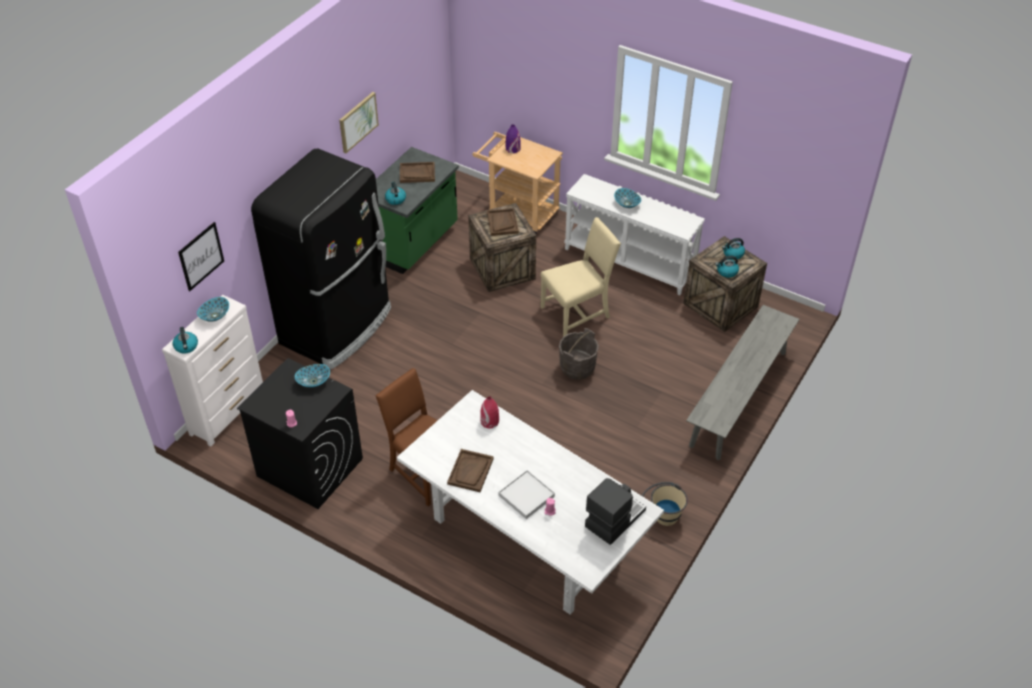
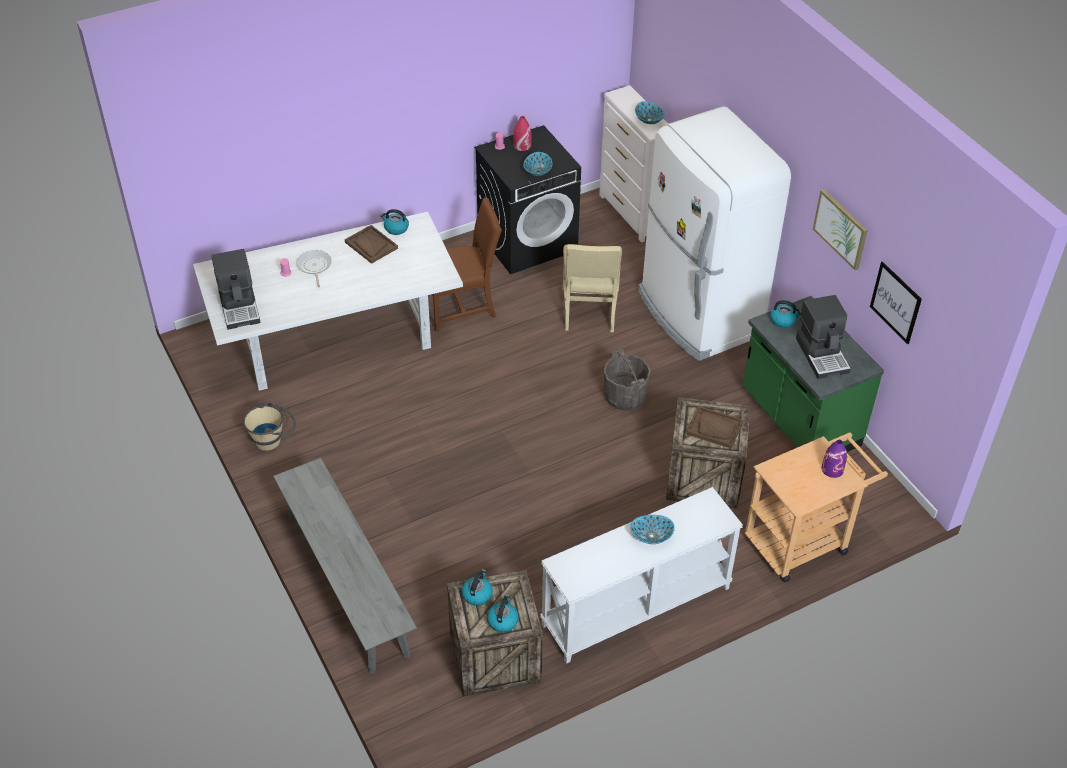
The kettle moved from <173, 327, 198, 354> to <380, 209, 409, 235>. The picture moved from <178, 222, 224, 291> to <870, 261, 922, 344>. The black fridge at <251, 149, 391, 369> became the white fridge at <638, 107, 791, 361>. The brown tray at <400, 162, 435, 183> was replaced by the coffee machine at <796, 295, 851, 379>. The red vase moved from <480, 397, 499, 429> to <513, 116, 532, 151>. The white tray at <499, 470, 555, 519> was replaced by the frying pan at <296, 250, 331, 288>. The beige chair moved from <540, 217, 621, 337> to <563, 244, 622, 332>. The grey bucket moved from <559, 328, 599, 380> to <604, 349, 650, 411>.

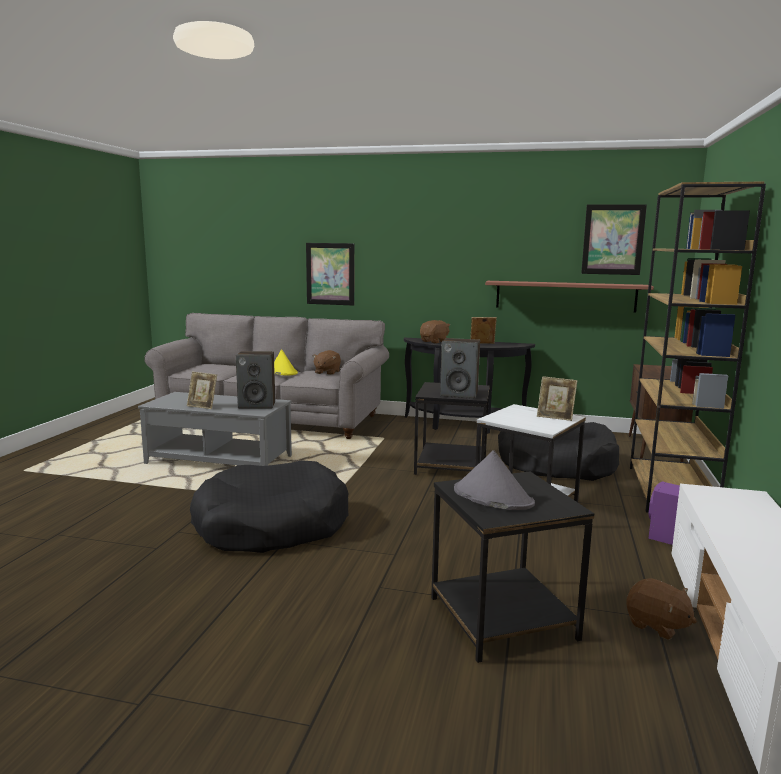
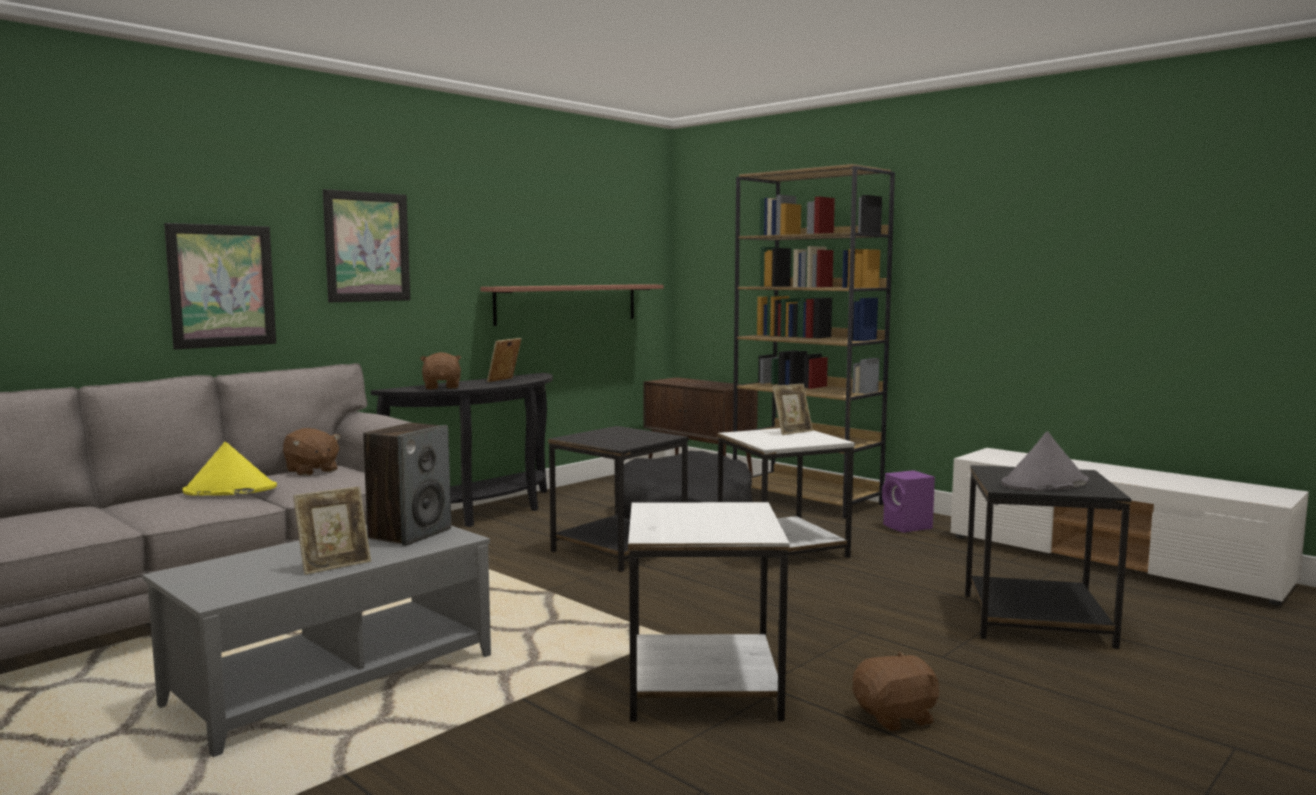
The black dog bed at <190, 460, 349, 553> was replaced by the white side table at <628, 502, 790, 721>. The speaker at <440, 338, 480, 399> disappeared. The picture moved from <581, 204, 647, 275> to <323, 189, 410, 302>. The brown plush toy moved from <626, 578, 697, 640> to <853, 651, 939, 731>.

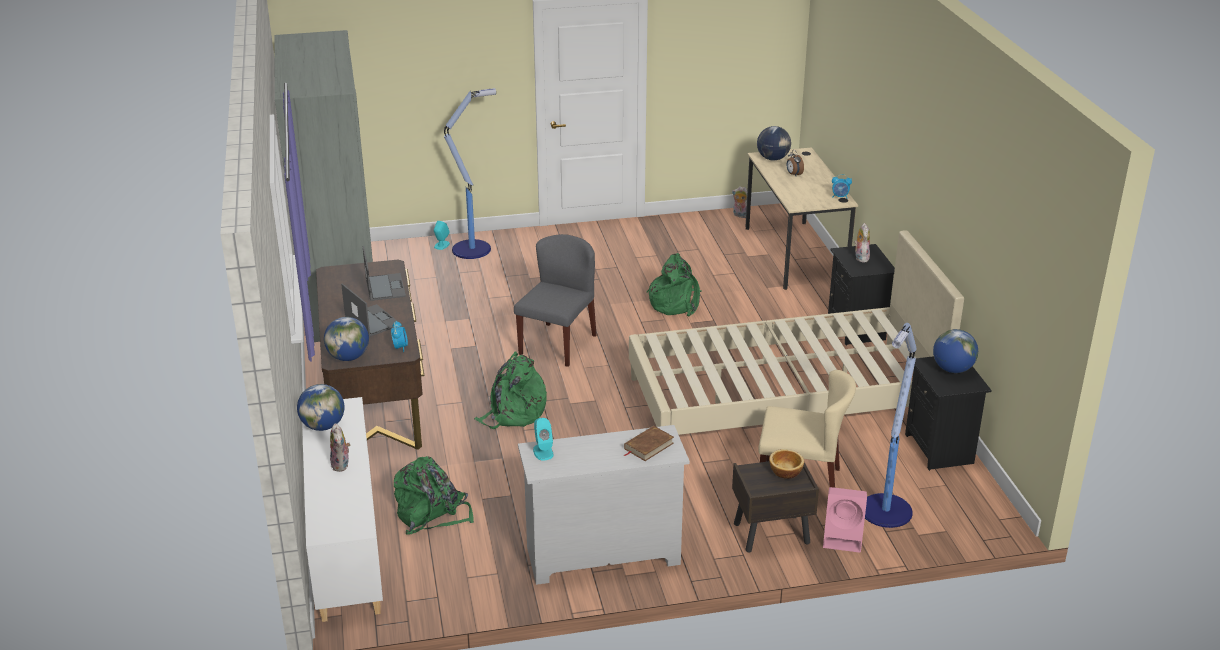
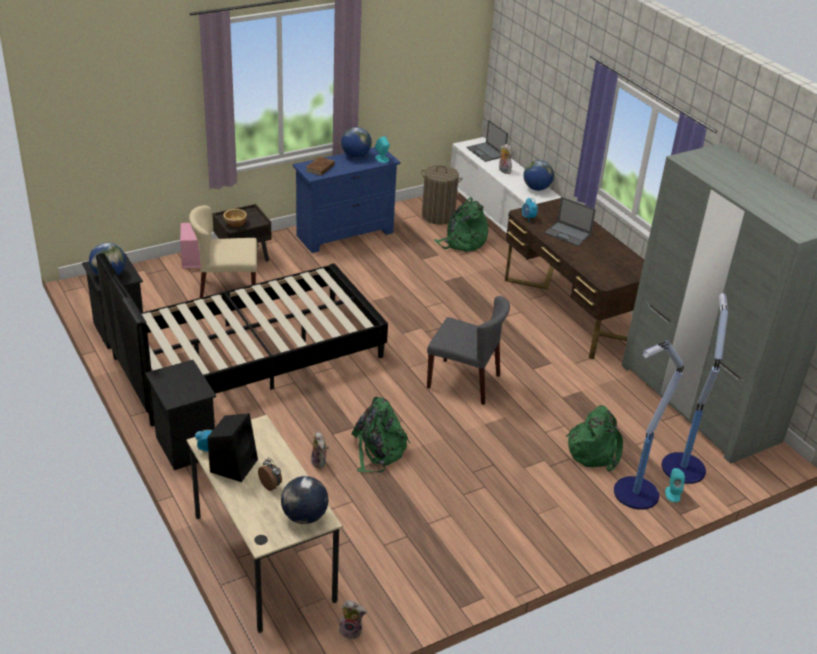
The globe moved from <324, 317, 369, 361> to <341, 127, 372, 158>. The laptop moved from <363, 246, 406, 301> to <466, 120, 508, 162>. The green backpack moved from <474, 351, 547, 429> to <566, 405, 623, 472>. The grey chair at <514, 234, 597, 367> turned 75 degrees counterclockwise. The white dresser at <518, 425, 690, 585> became the blue dresser at <293, 147, 400, 253>. The beige bed at <629, 230, 964, 435> became the black bed at <96, 253, 388, 426>. The plush toy moved from <854, 223, 870, 263> to <311, 431, 329, 469>. The floor lamp moved from <865, 323, 917, 528> to <661, 293, 728, 484>. The black speaker at <207, 413, 258, 482> appeared. The laundry basket at <421, 165, 463, 225> appeared.

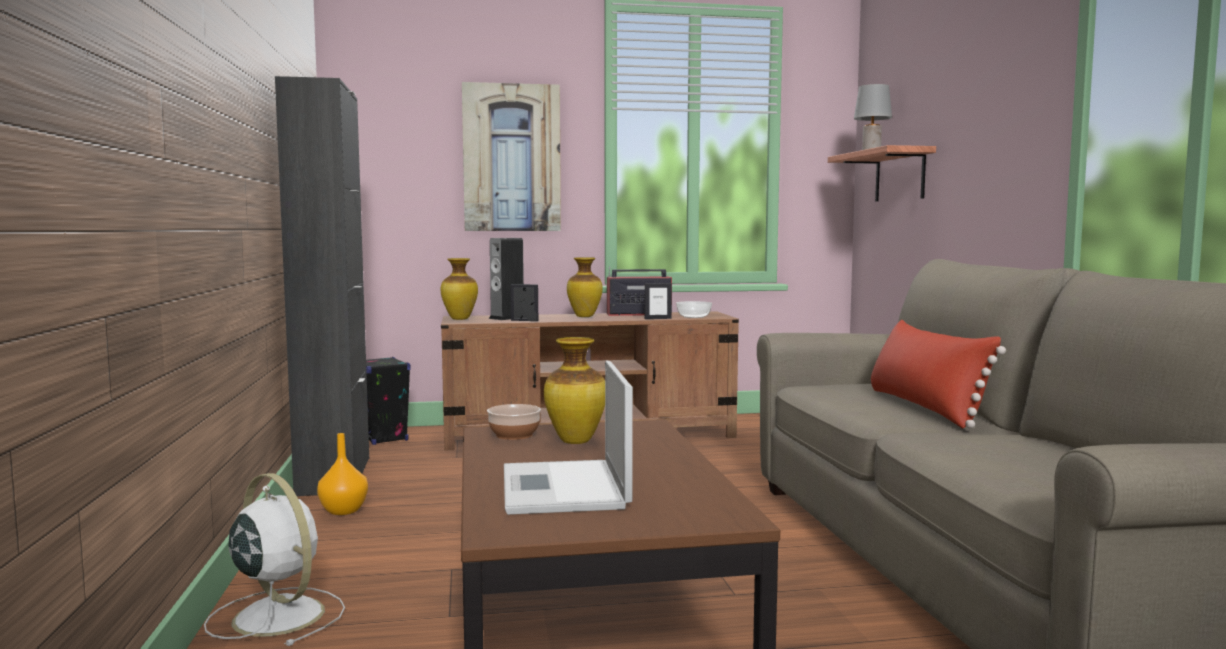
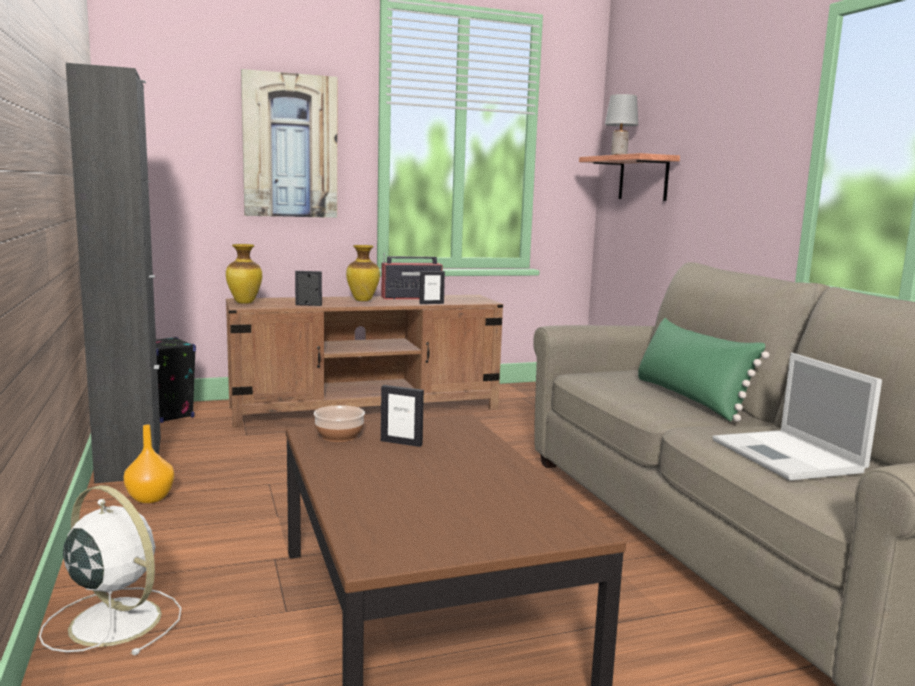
The speaker at <489, 238, 524, 320> disappeared. The laptop moved from <504, 360, 633, 515> to <713, 353, 882, 481>. The vase at <544, 337, 605, 444> was replaced by the picture frame at <381, 385, 424, 447>. The bowl at <676, 301, 712, 318> disappeared. The red pillow at <871, 320, 1006, 428> became the green pillow at <638, 318, 770, 422>.

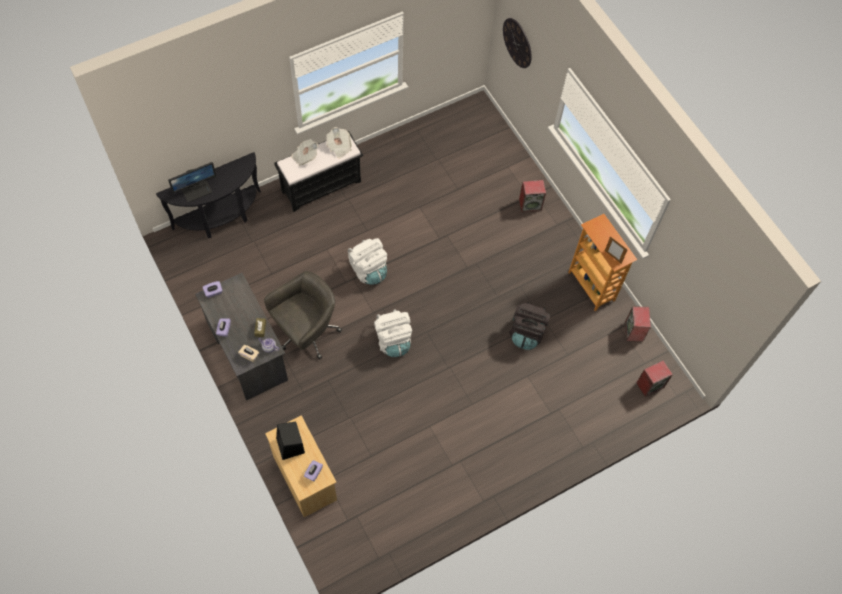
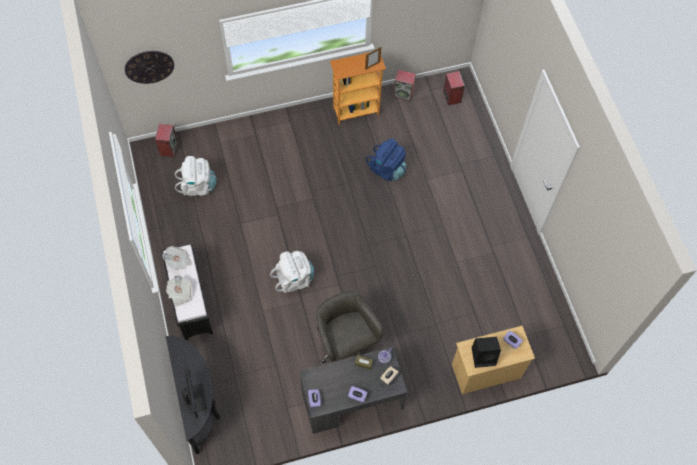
The white backpack moved from <374, 309, 412, 357> to <175, 156, 217, 196>. The black backpack at <509, 302, 551, 350> became the blue backpack at <366, 139, 406, 181>. The speaker moved from <519, 180, 546, 213> to <155, 124, 178, 157>.

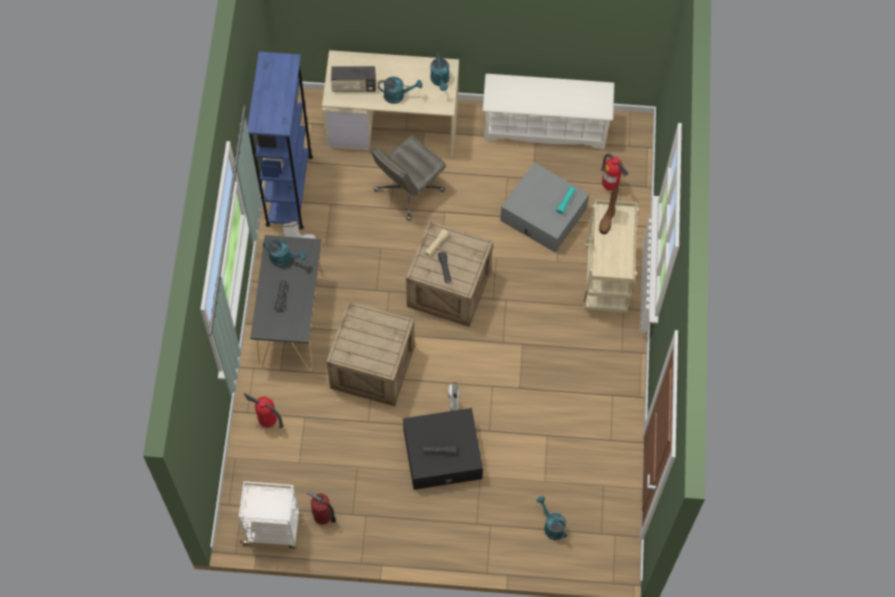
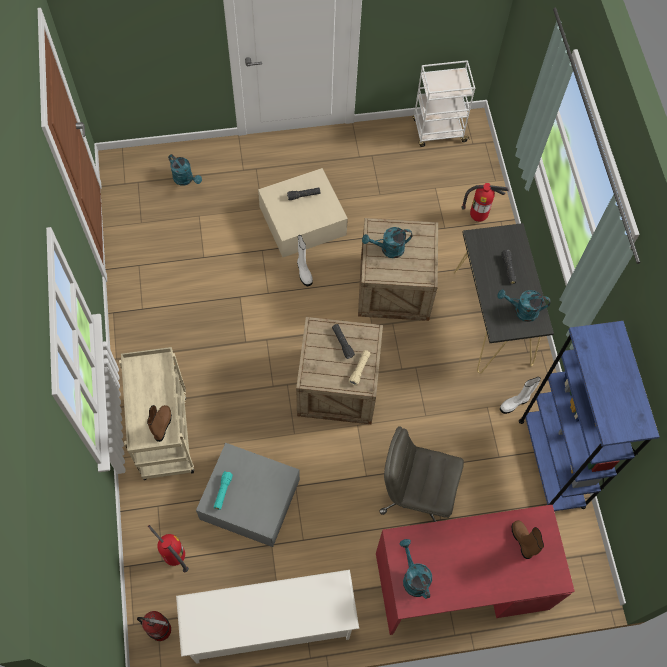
The fire extinguisher moved from <307, 491, 336, 524> to <137, 611, 171, 641>. The beige desk at <322, 50, 459, 156> became the red desk at <376, 505, 575, 635>. The radio at <331, 66, 376, 92> was replaced by the brown boot at <512, 520, 544, 559>. The grey office chair at <371, 135, 446, 221> turned 105 degrees counterclockwise. The turquoise watering can moved from <378, 77, 423, 104> to <362, 227, 412, 258>. The black storage box at <403, 408, 483, 490> became the beige storage box at <258, 168, 348, 257>.

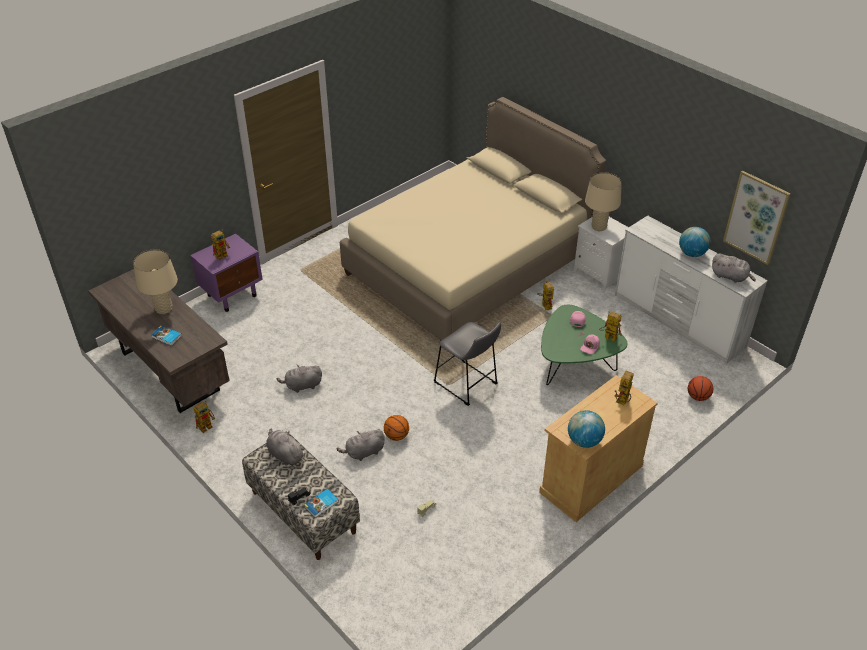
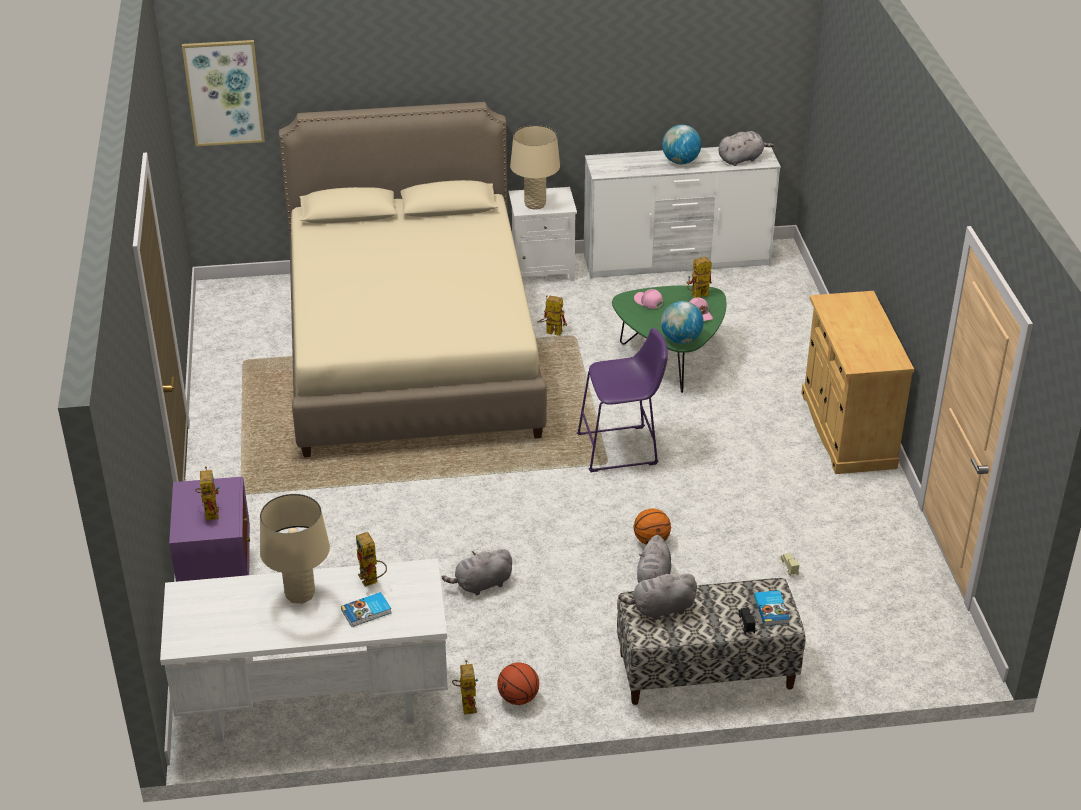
The brown desk at <88, 269, 230, 413> became the white desk at <160, 559, 448, 742>. The grey plush toy at <276, 365, 322, 393> turned 45 degrees clockwise. The grey stool at <434, 322, 501, 406> became the purple stool at <577, 328, 668, 472>. The globe moved from <568, 410, 605, 448> to <661, 301, 704, 344>. The toy robot moved from <615, 371, 634, 405> to <356, 532, 387, 587>. The basketball moved from <688, 376, 713, 401> to <497, 663, 539, 705>. The picture moved from <723, 171, 791, 265> to <182, 40, 265, 146>.

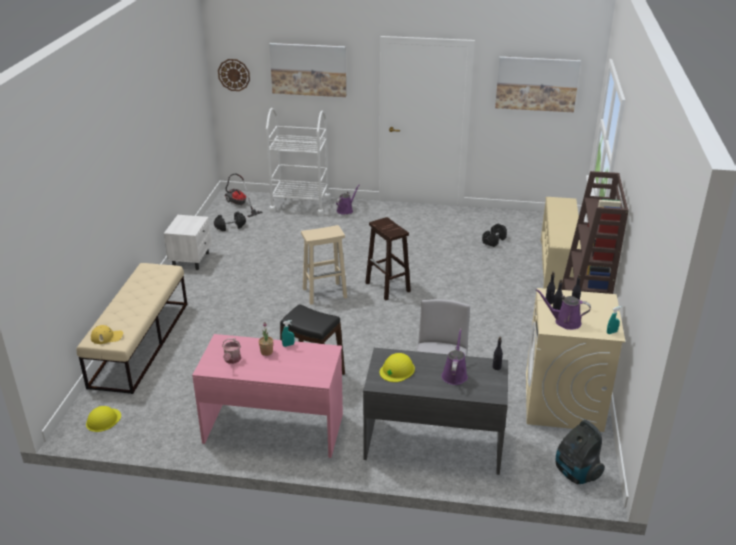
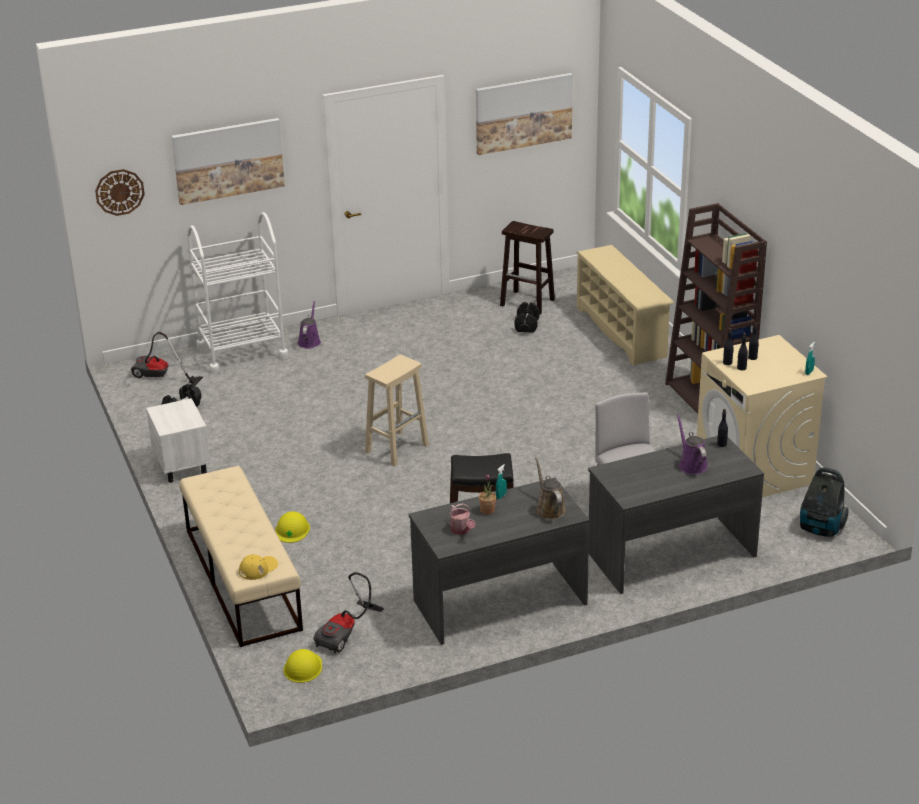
The pink desk at <192, 334, 343, 458> became the grey desk at <409, 478, 590, 645>. The brown stool moved from <365, 217, 411, 300> to <500, 221, 555, 315>. The yellow hard hat moved from <380, 353, 415, 382> to <275, 511, 310, 543>. The purple watering can at <536, 289, 591, 330> disappeared. The vacuum cleaner at <313, 572, 384, 654> appeared. The brown watering can at <535, 457, 566, 520> appeared.

